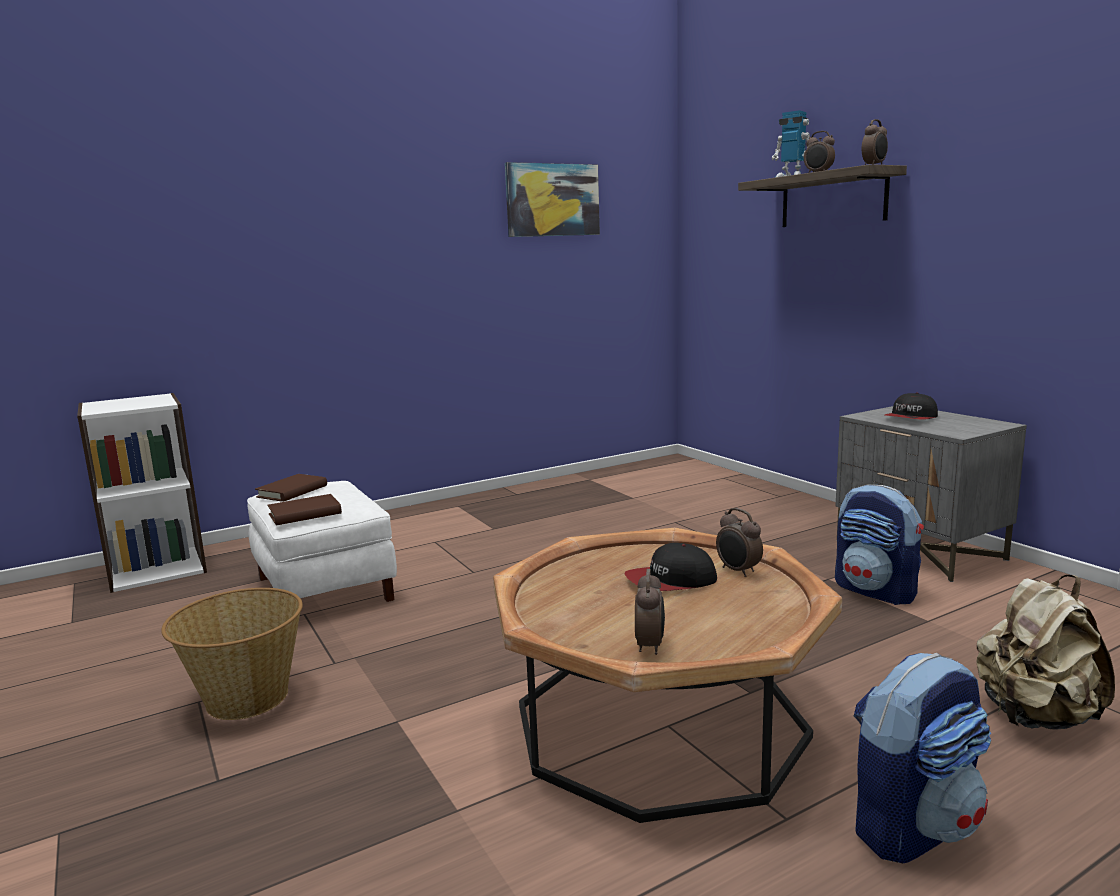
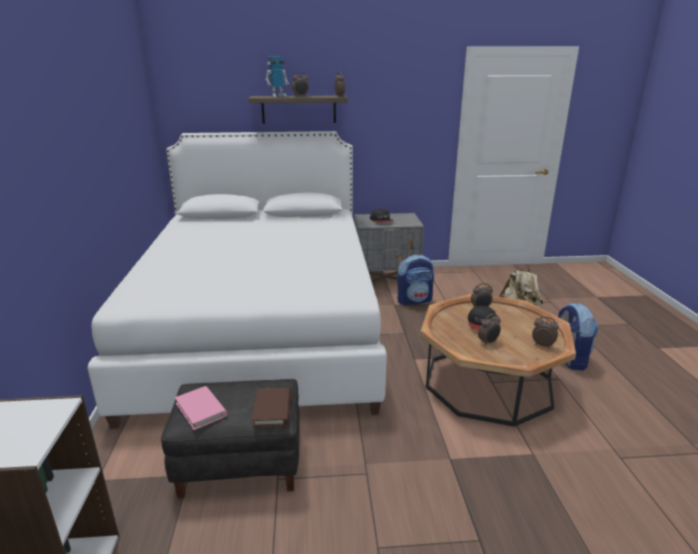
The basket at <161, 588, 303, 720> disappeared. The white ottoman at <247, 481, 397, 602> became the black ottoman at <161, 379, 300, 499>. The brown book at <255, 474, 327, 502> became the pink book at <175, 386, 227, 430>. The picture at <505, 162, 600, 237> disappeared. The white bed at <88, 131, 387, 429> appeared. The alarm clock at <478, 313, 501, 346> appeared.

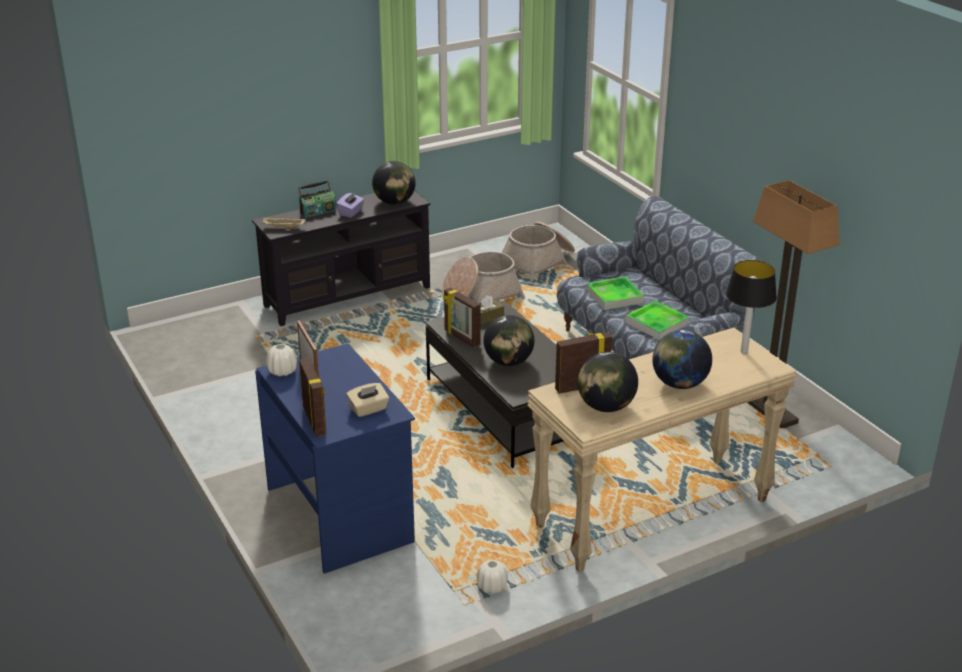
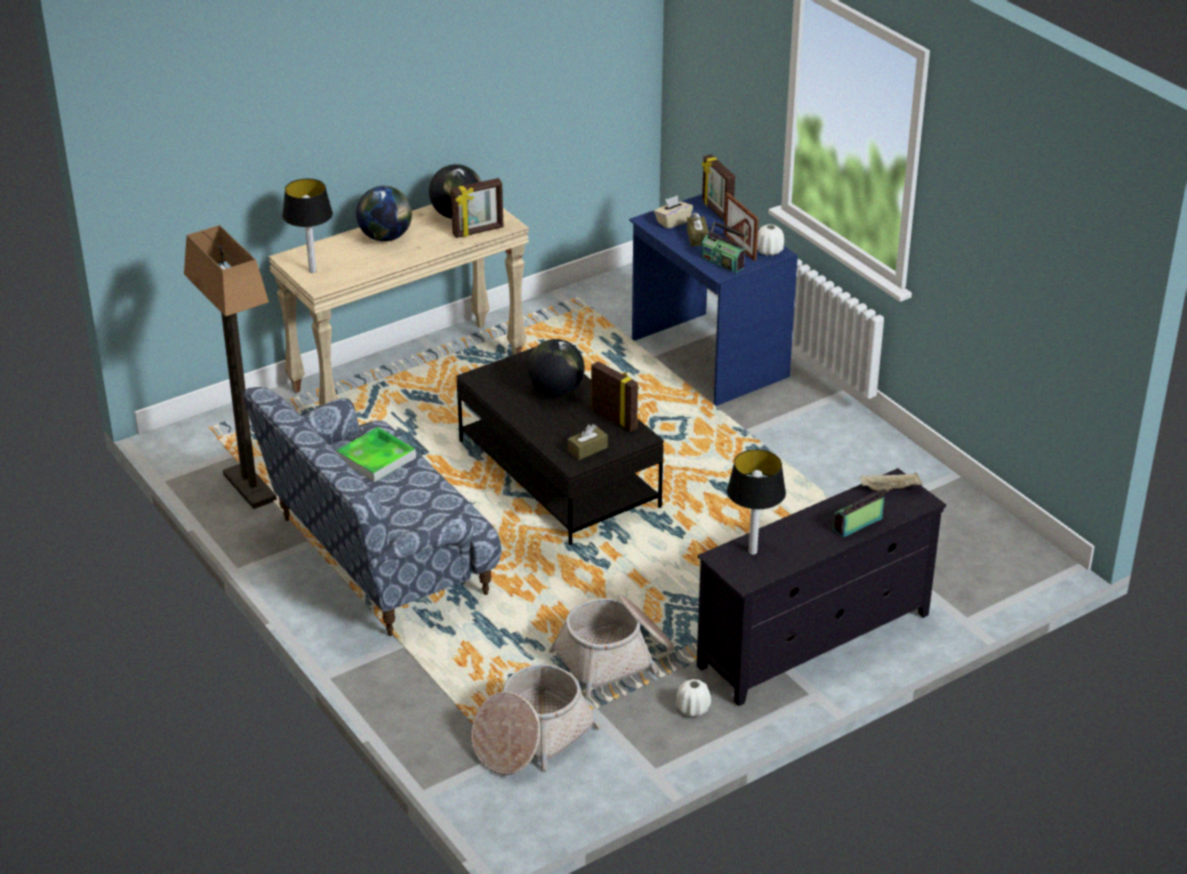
The purple tissue box at <336, 192, 364, 218> disappeared. The globe at <372, 161, 416, 205> was replaced by the table lamp at <727, 449, 786, 555>. The white vase moved from <477, 560, 508, 594> to <676, 679, 711, 717>. The tray at <586, 276, 644, 310> disappeared. The brown tissue box at <687, 212, 709, 246> appeared. The radio at <701, 222, 747, 273> appeared.

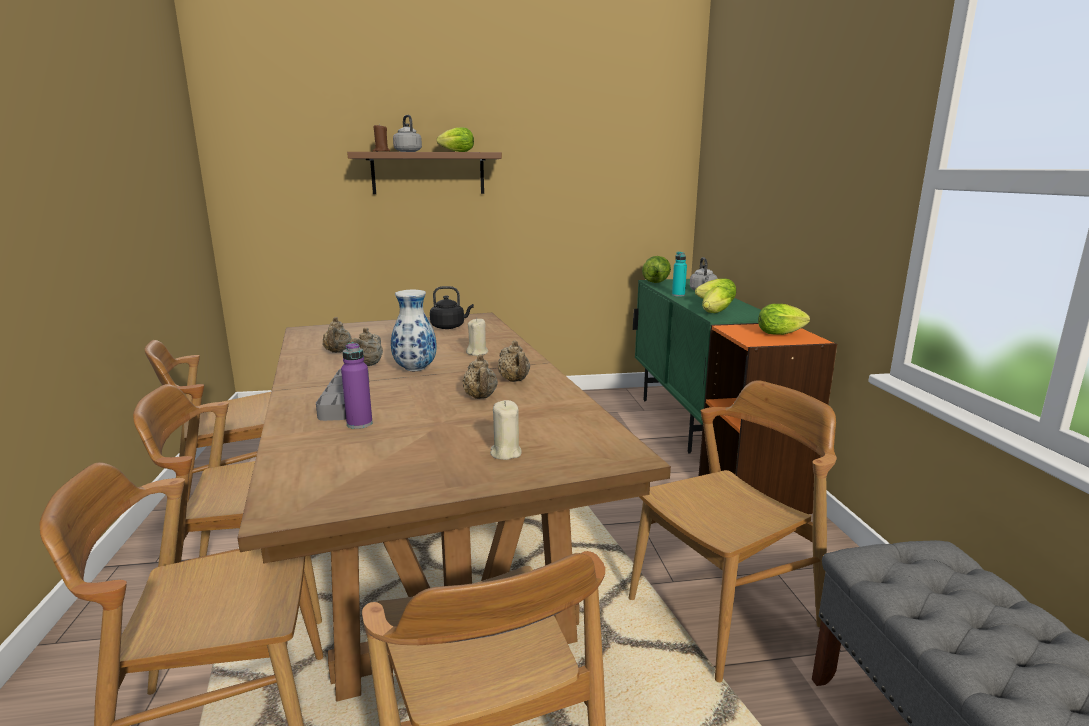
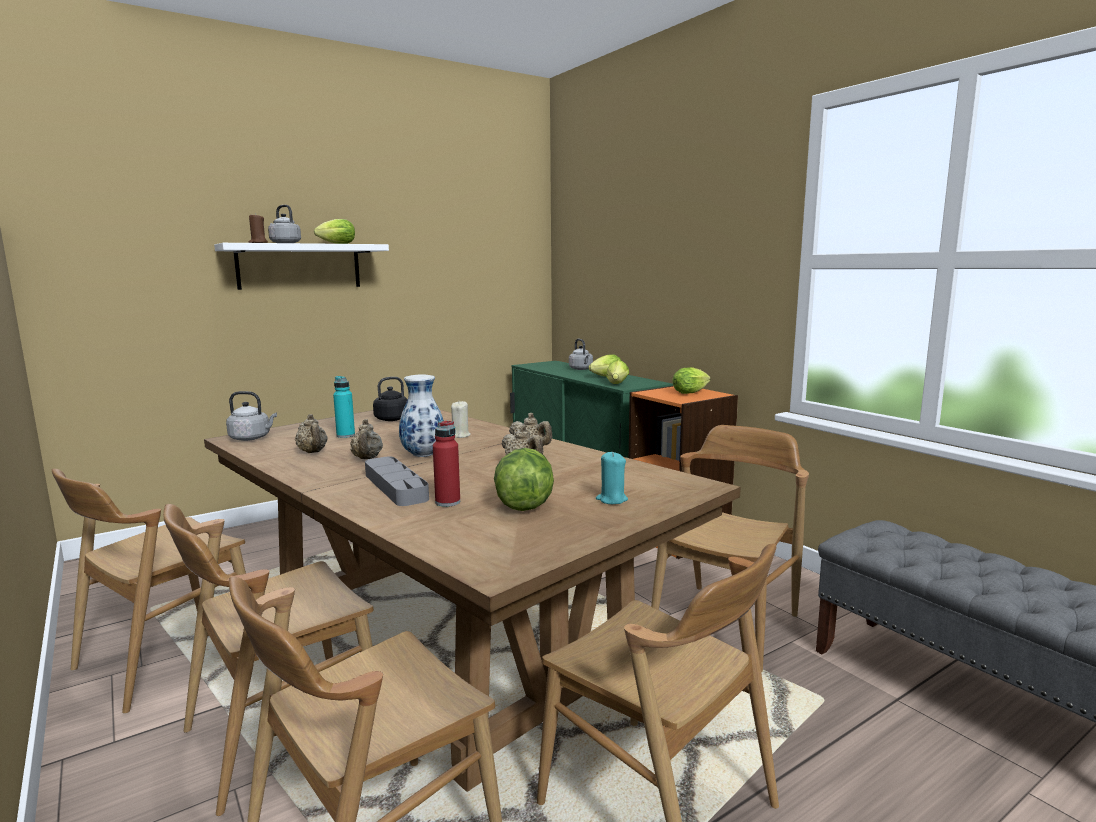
The purple bottle at <341, 342, 373, 429> became the red bottle at <433, 420, 460, 507>. The brown shelf at <347, 152, 502, 194> became the white shelf at <214, 243, 389, 290>. The beige candle at <490, 400, 522, 460> became the turquoise candle at <596, 452, 628, 504>. The lettuce moved from <642, 256, 671, 283> to <494, 448, 554, 511>. The turquoise bottle moved from <672, 252, 687, 297> to <333, 376, 355, 438>. The grey kettle at <226, 391, 277, 441> appeared.

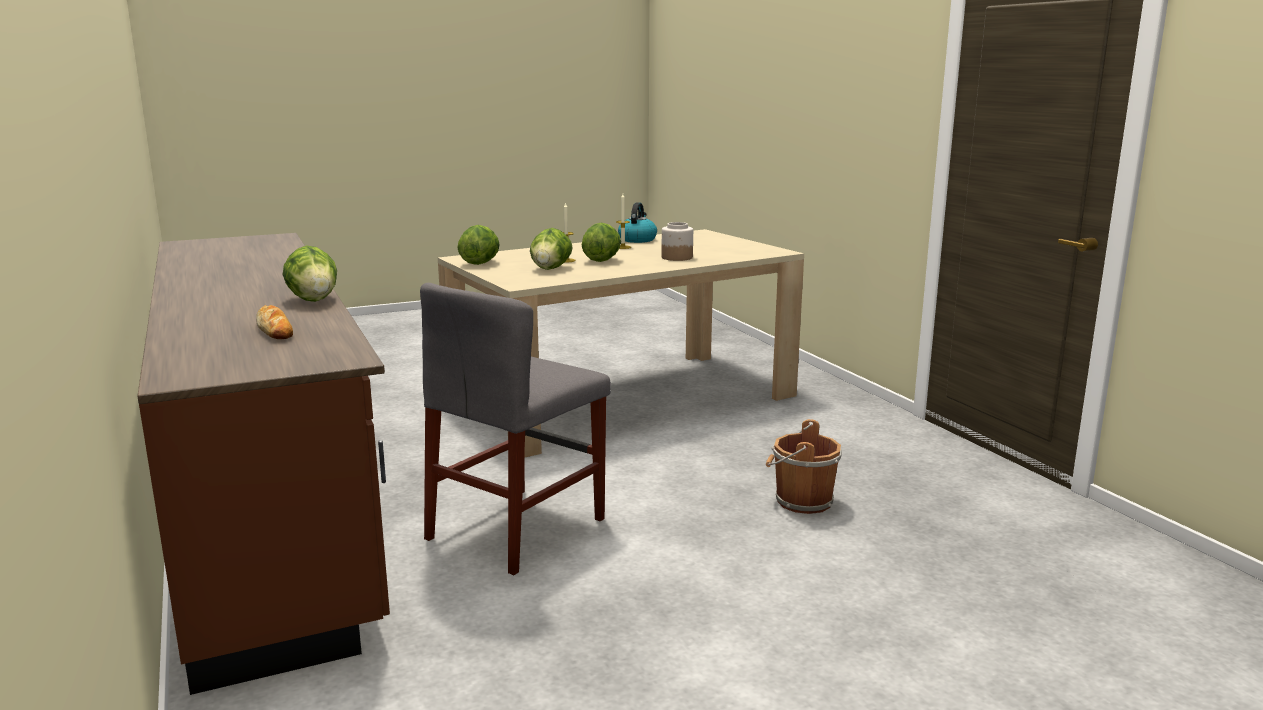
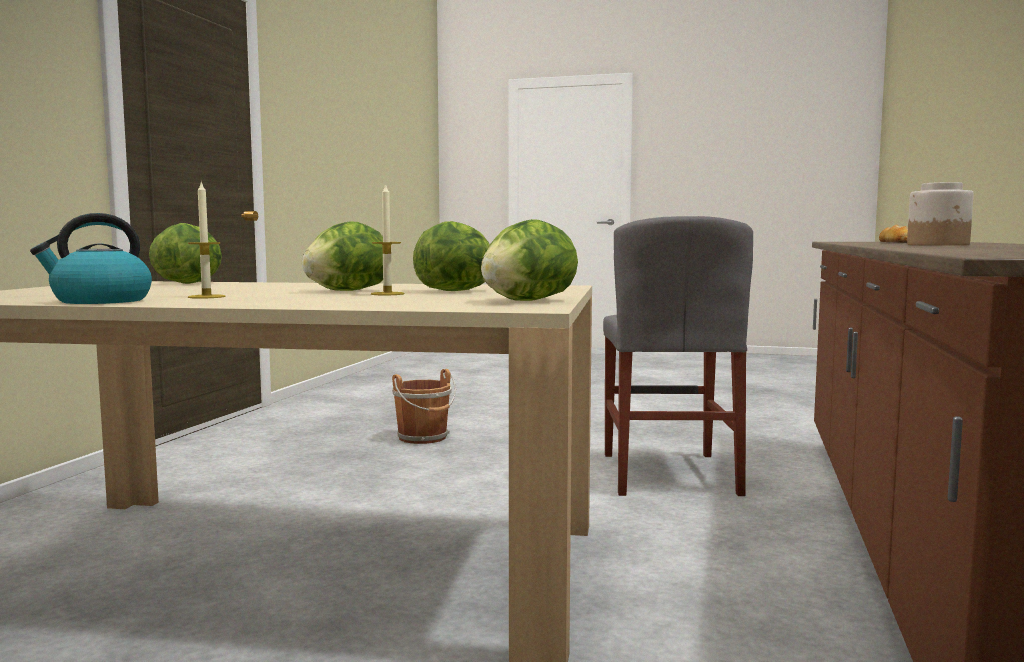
The lettuce moved from <282, 245, 337, 302> to <149, 223, 222, 284>. The grey chair at <420, 283, 611, 575> turned 105 degrees clockwise. The jar moved from <661, 222, 693, 261> to <907, 182, 974, 246>.

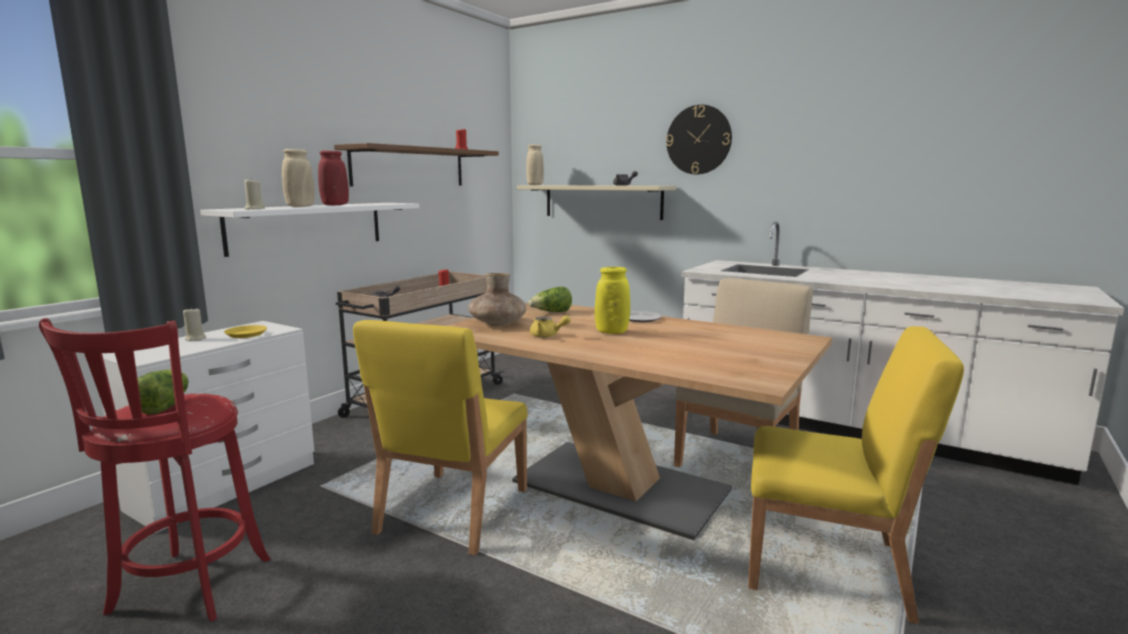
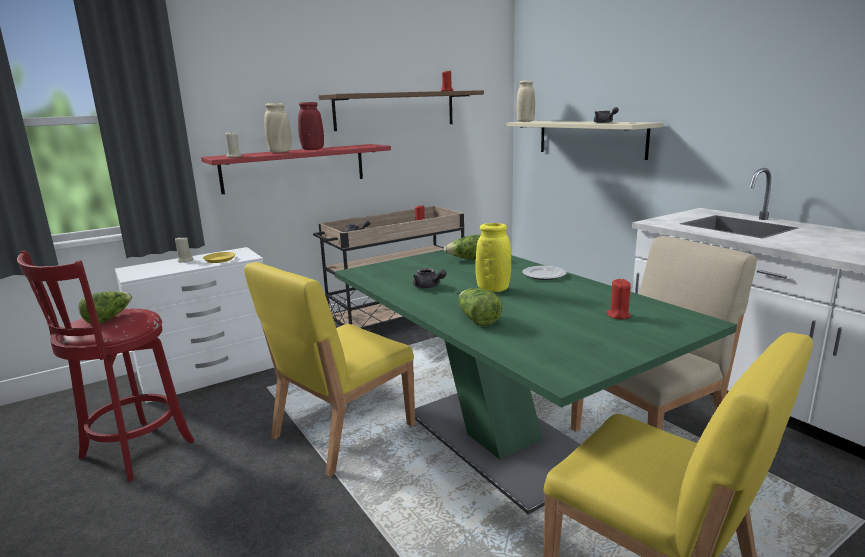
The white shelf at <200, 203, 419, 257> became the red shelf at <201, 144, 391, 194>. The brown dining table at <447, 303, 832, 540> became the green dining table at <335, 250, 737, 514>. The brown vase at <468, 273, 527, 326> disappeared. The yellow teapot at <530, 315, 571, 337> became the grey teapot at <413, 268, 447, 288>. The wall clock at <666, 105, 732, 174> disappeared. The lettuce at <459, 288, 502, 326> appeared. The red candle at <606, 279, 631, 319> appeared.

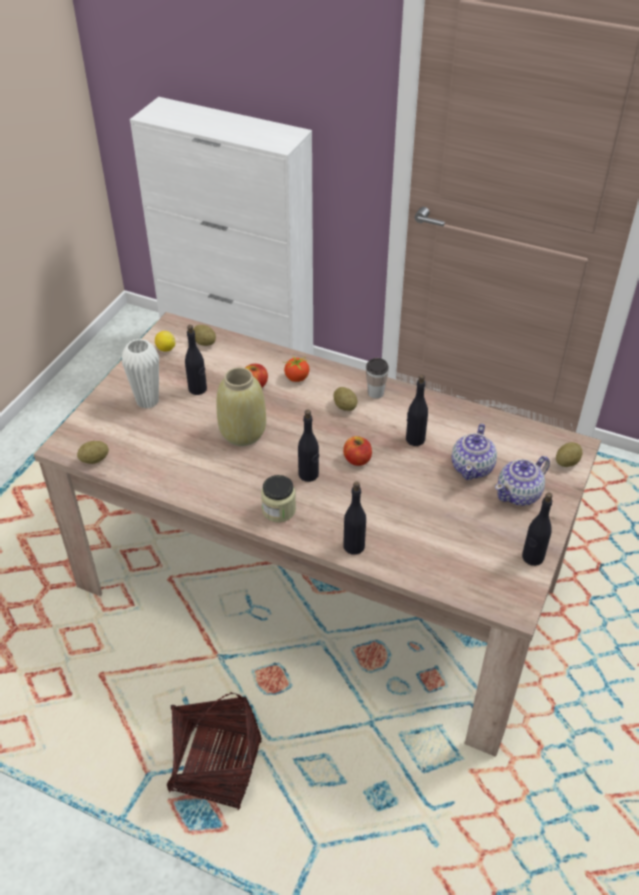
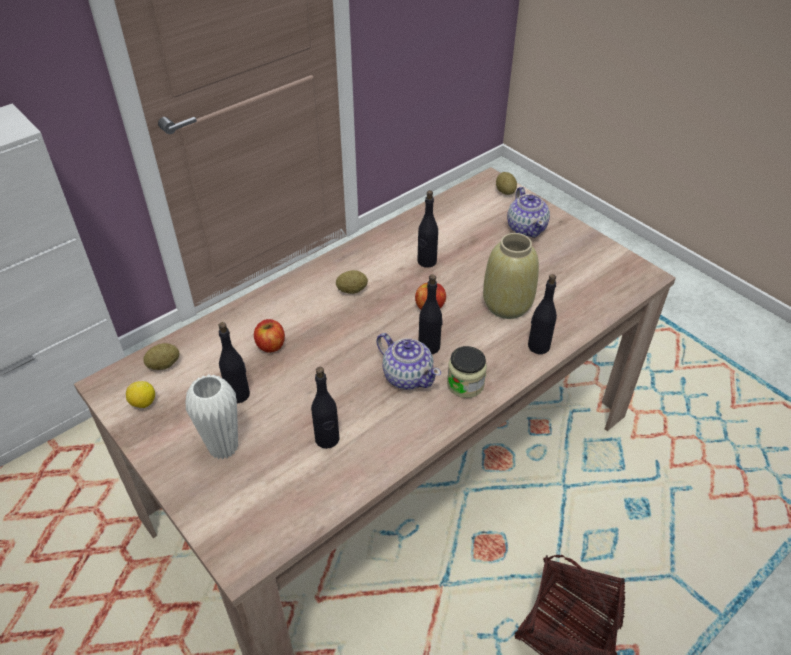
The potato at <77, 441, 109, 464> disappeared. The beige vase moved from <217, 367, 266, 446> to <483, 233, 539, 319>. The tomato at <282, 355, 309, 382> disappeared. The cup at <366, 358, 389, 399> disappeared. The teapot moved from <451, 423, 497, 480> to <376, 333, 441, 390>. The black bottle moved from <522, 492, 553, 566> to <311, 367, 340, 449>.

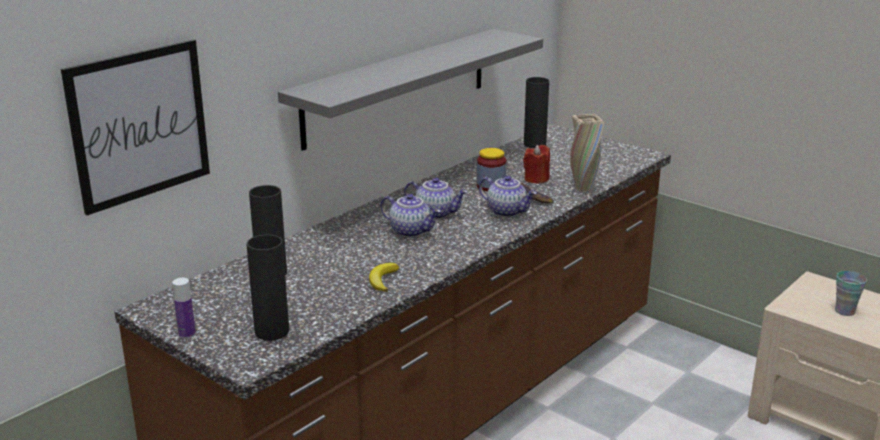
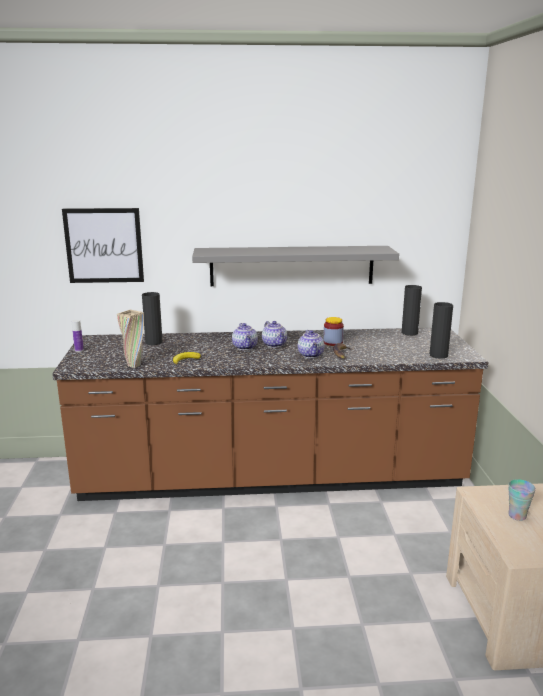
The black vase moved from <246, 234, 289, 341> to <429, 302, 453, 359>. The red candle at <523, 145, 550, 184> disappeared. The beige vase moved from <570, 114, 604, 192> to <117, 310, 144, 368>.

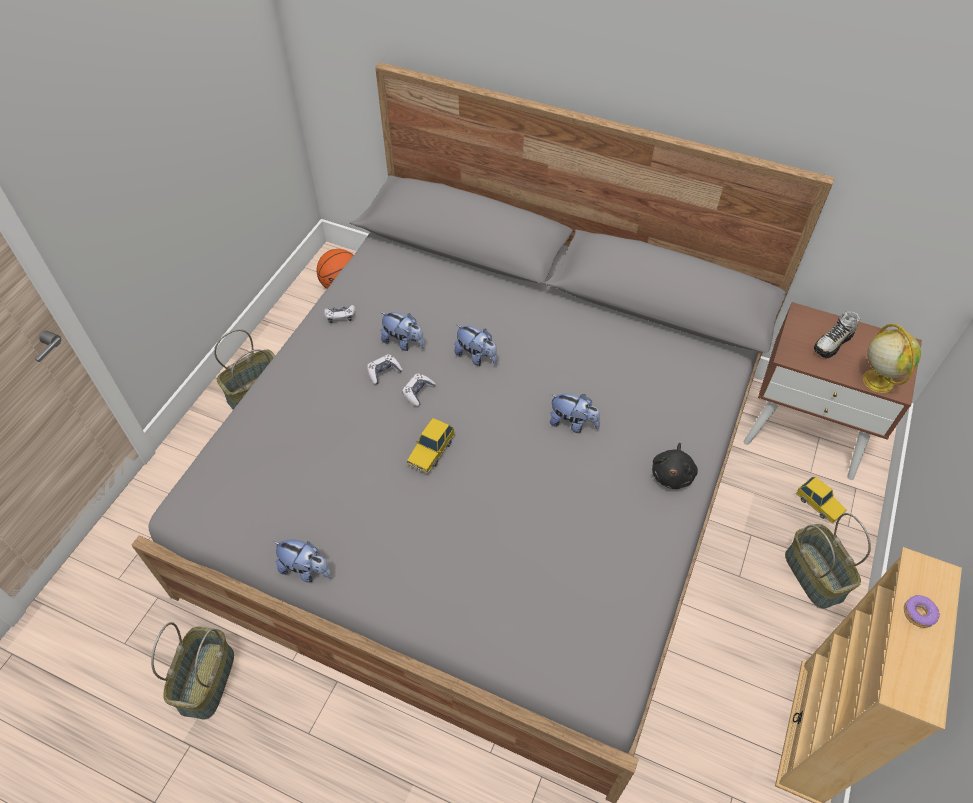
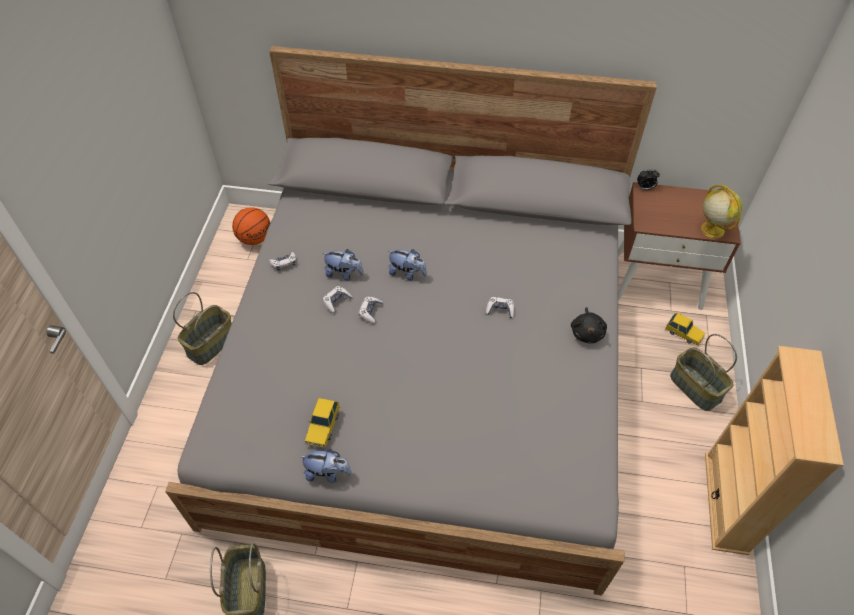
The toy car moved from <407, 418, 455, 474> to <305, 398, 340, 448>. The plush toy at <550, 394, 600, 433> was replaced by the game controller at <486, 297, 514, 318>. The shoe at <814, 311, 860, 358> disappeared. The donut at <904, 595, 940, 628> disappeared. The alarm clock at <637, 169, 660, 190> appeared.

